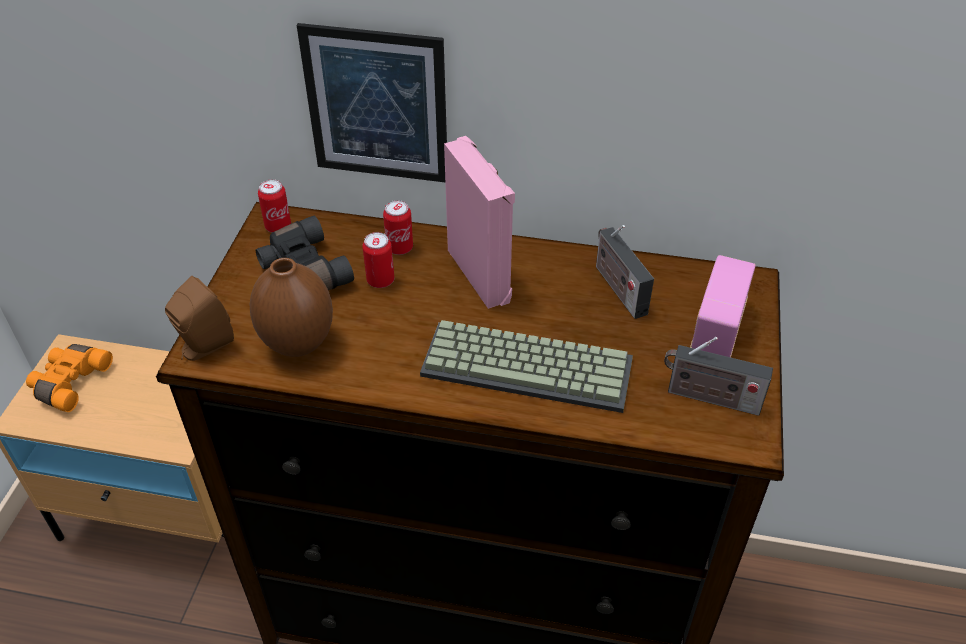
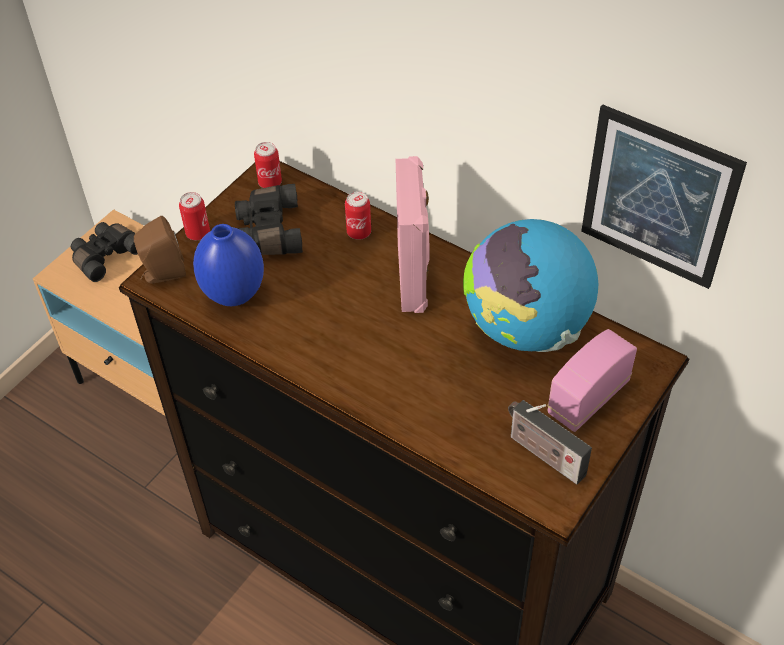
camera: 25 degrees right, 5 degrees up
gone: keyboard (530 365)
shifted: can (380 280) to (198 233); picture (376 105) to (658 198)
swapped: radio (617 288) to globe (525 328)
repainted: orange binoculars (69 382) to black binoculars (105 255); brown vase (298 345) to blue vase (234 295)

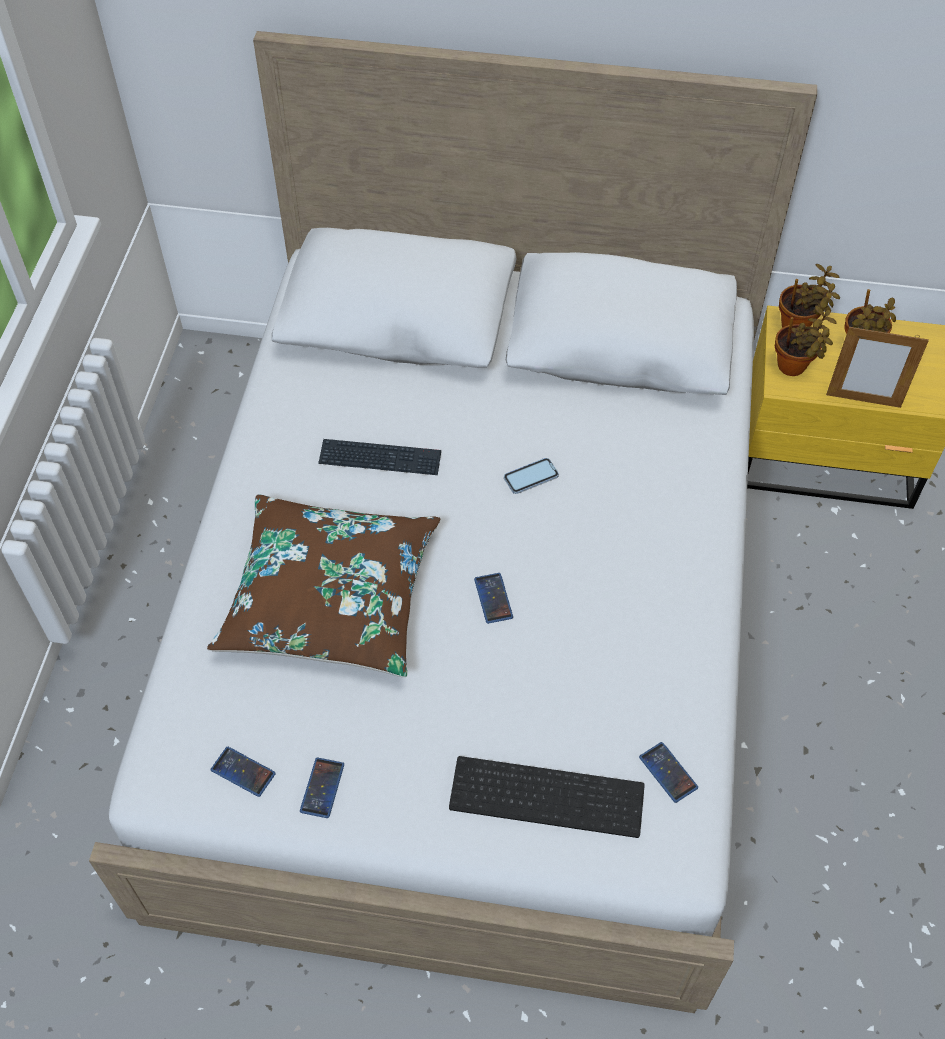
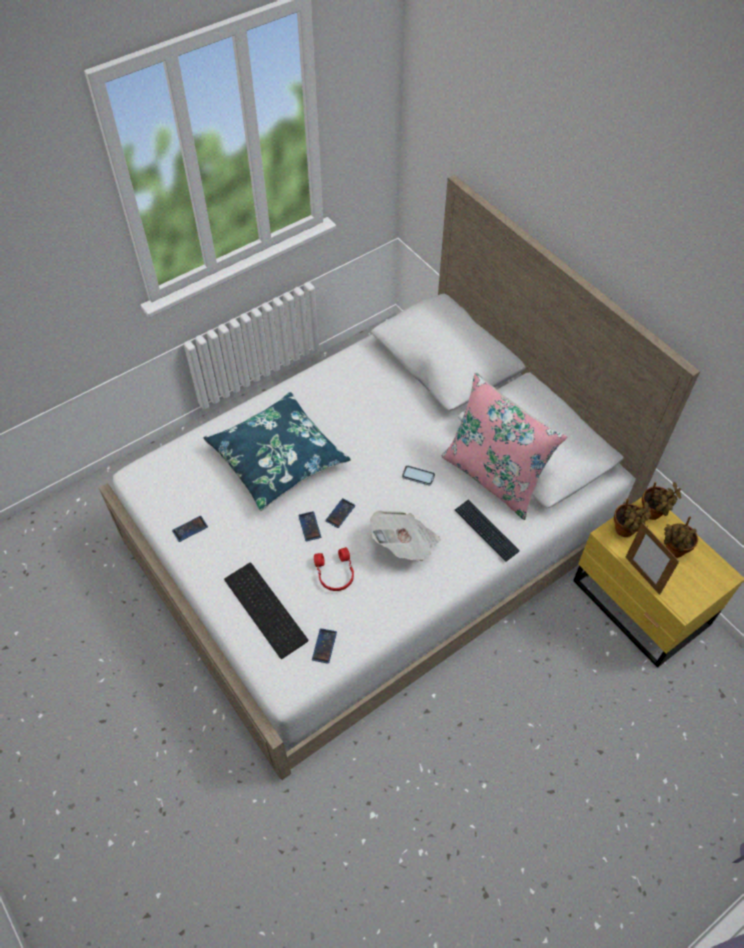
camera: 45 degrees right, 0 degrees up
new: red headphones (334 573); newspaper (405 544); pink pillow (494 476)
shifted: phone (243 772) to (309 526); keyboard (380 459) to (486 531)
repainted: brown pillow (330 597) to blue pillow (277 458)

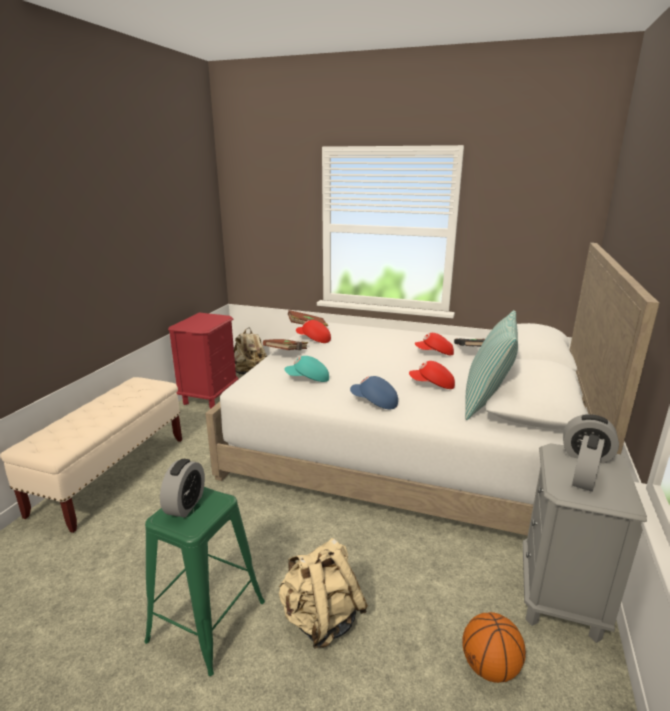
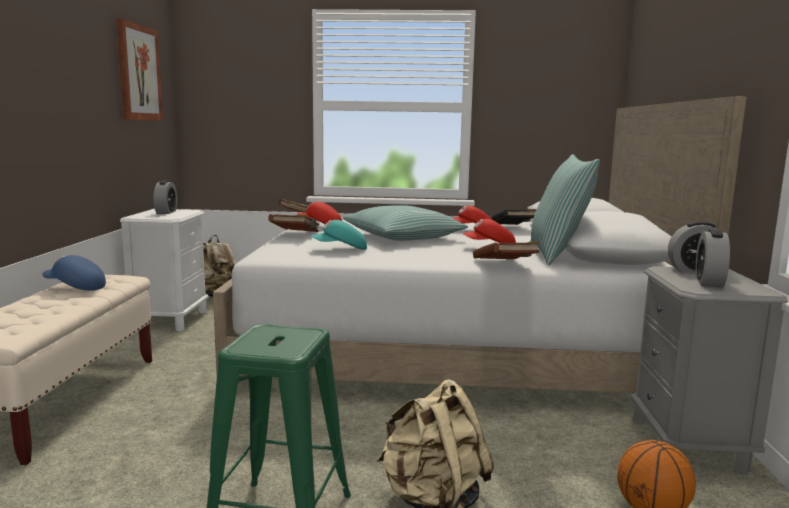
camera: 15 degrees left, 10 degrees down
new: picture (138 73); pillow (402 236); brown book (505 266)
shifted: blue cap (374 402) to (75 287); alarm clock (185 505) to (166 212)
repainted: red nightstand (210 396) to white nightstand (171 319)

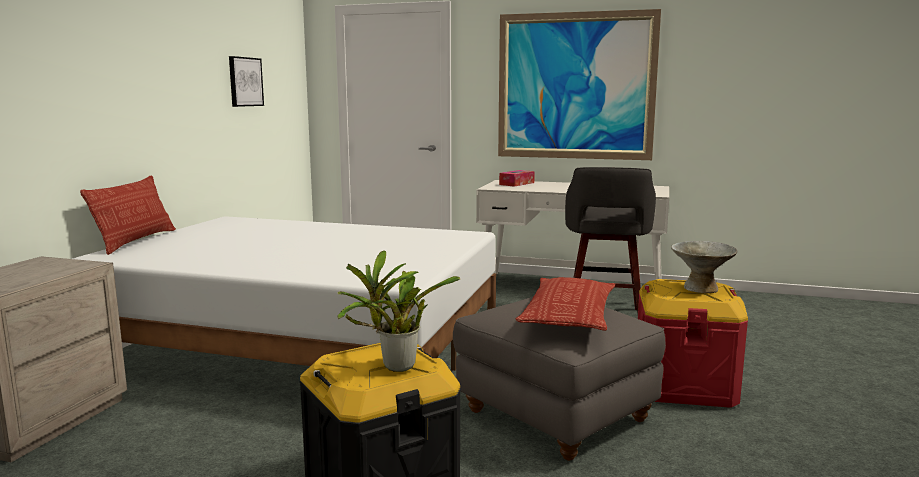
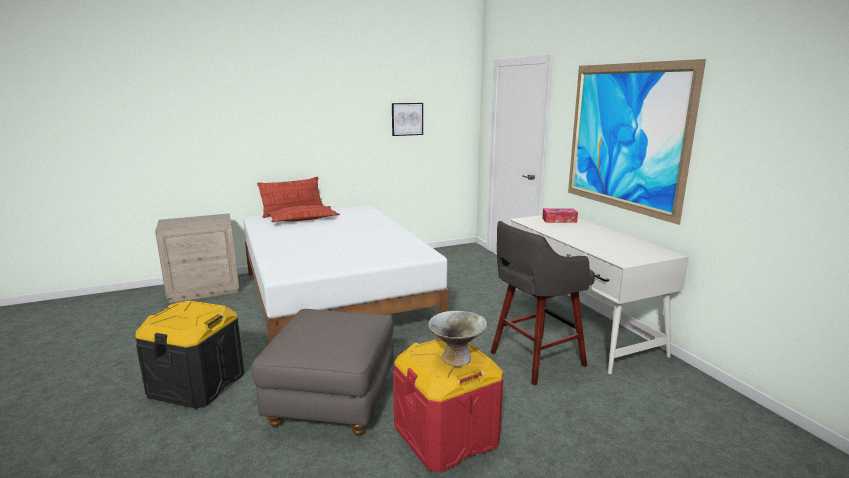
camera: 50 degrees right, 5 degrees up
gone: potted plant (394 368)
shifted: pillow (569 313) to (303 219)

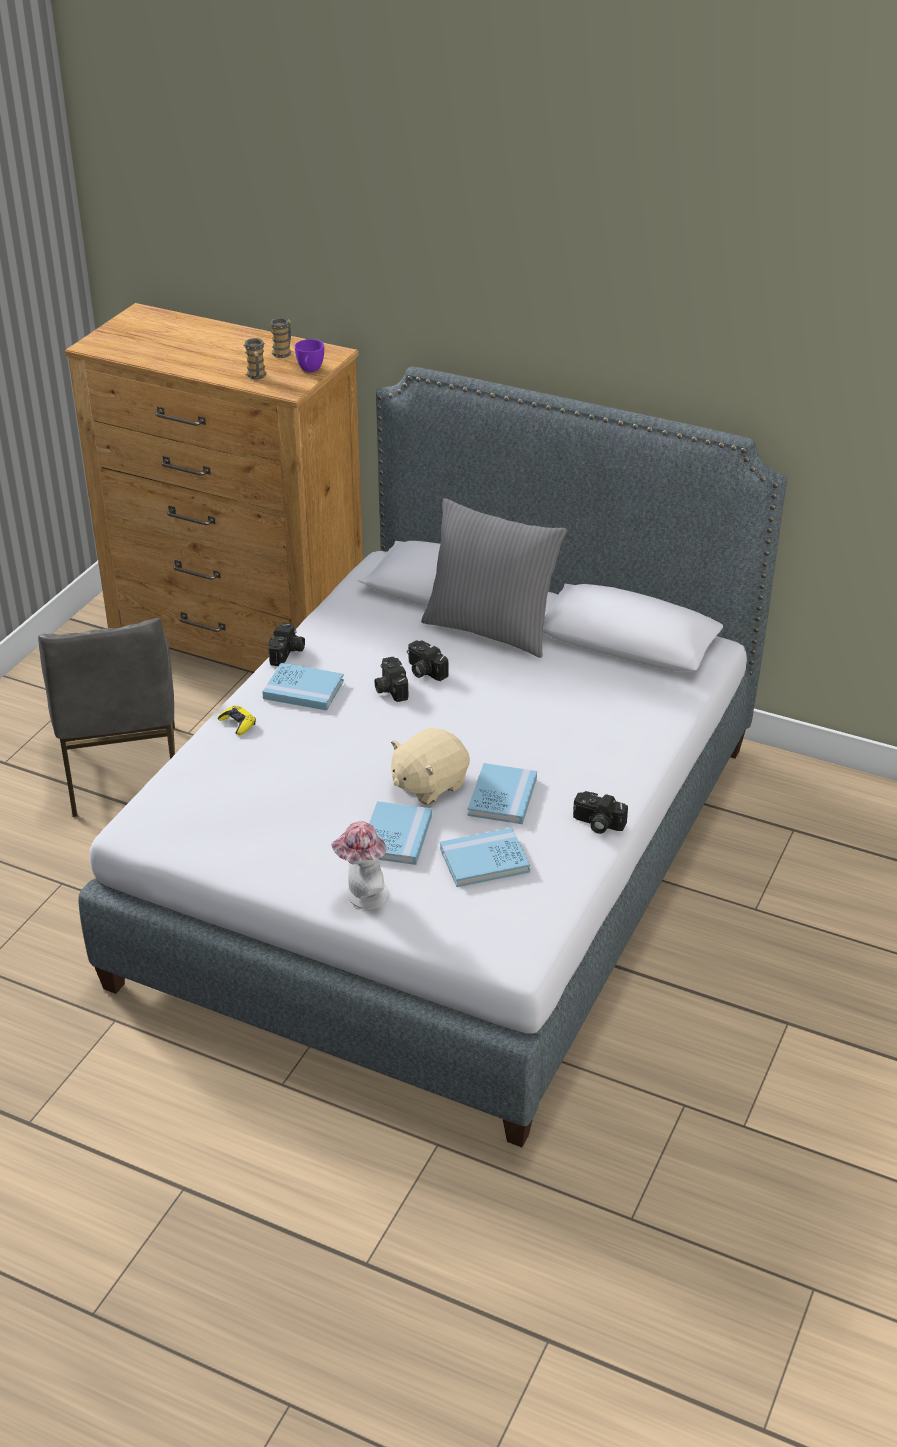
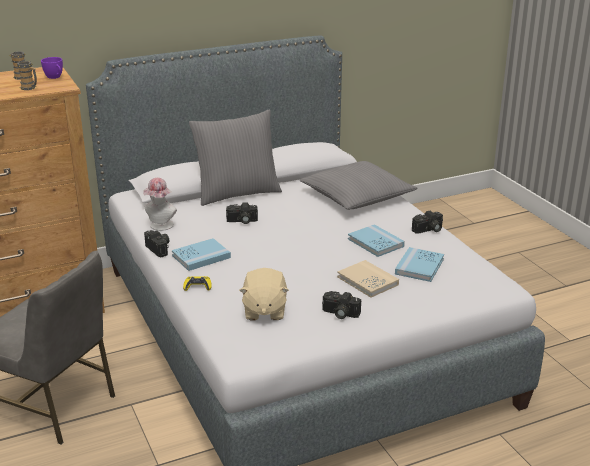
camera: 50 degrees left, 10 degrees down
new: grey pillow (357 196)
shifted: hat (362 896) to (160 226); beige plush toy (428 784) to (264 311); photo camera (389 688) to (339 314)
repainted: blue book (396 836) to beige book (367 281)

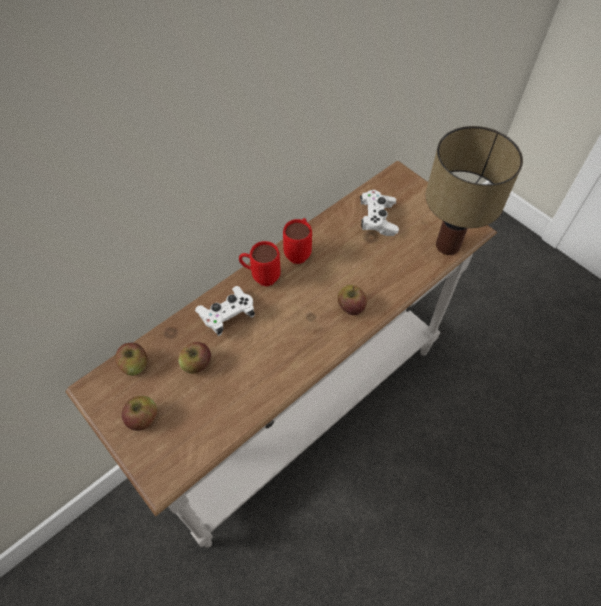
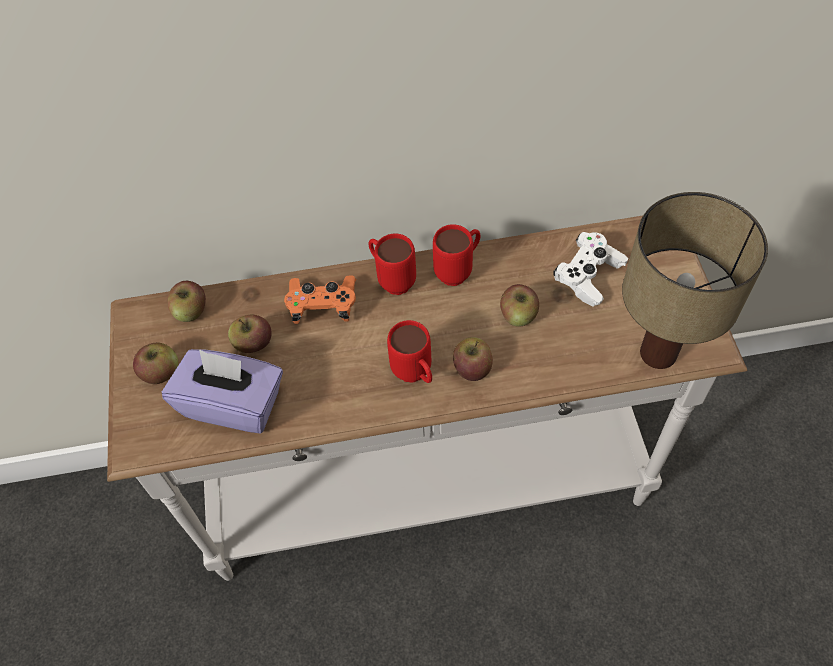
camera: 35 degrees right, 0 degrees up
new: purple tissue box (233 404); red mug (415 376); apple (518 315)
repainted: white game controller (227 315) to orange game controller (323 306)

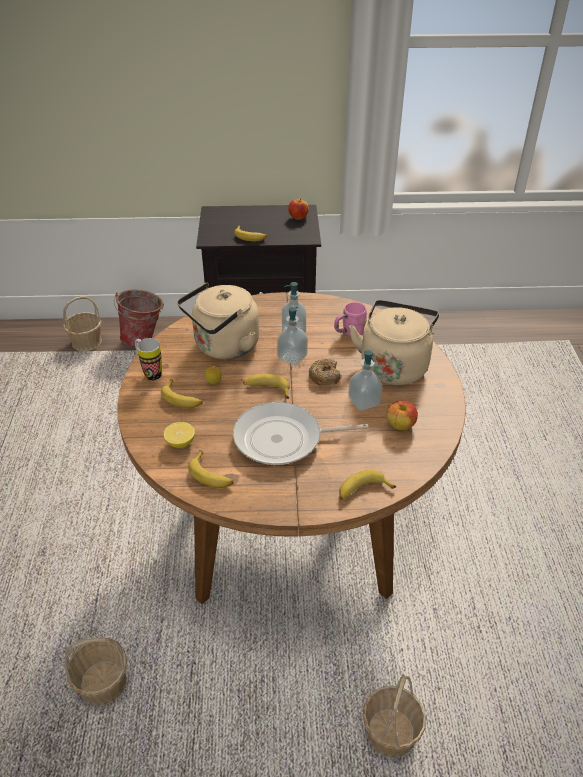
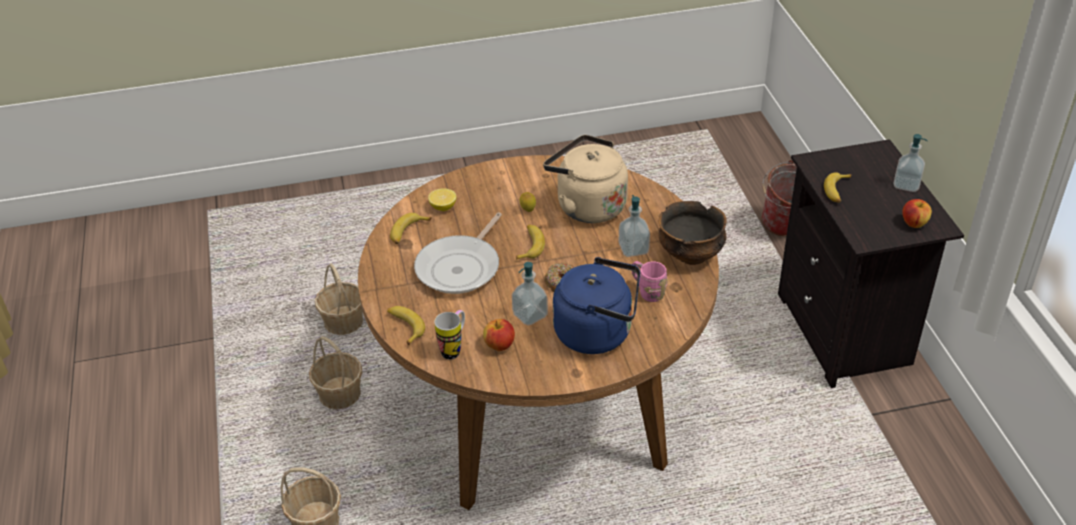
camera: 80 degrees right, 0 degrees up
gone: banana (182 399)
new: bowl (691 254)
shifted: basket (86 342) to (340 394); mug (149 373) to (454 349); soap dispenser (292 357) to (906 184)
repainted: beige kettle (394 365) to blue kettle (598 332)
rotated: frying pan (283 439) = (461 267) 135 degrees counterclockwise

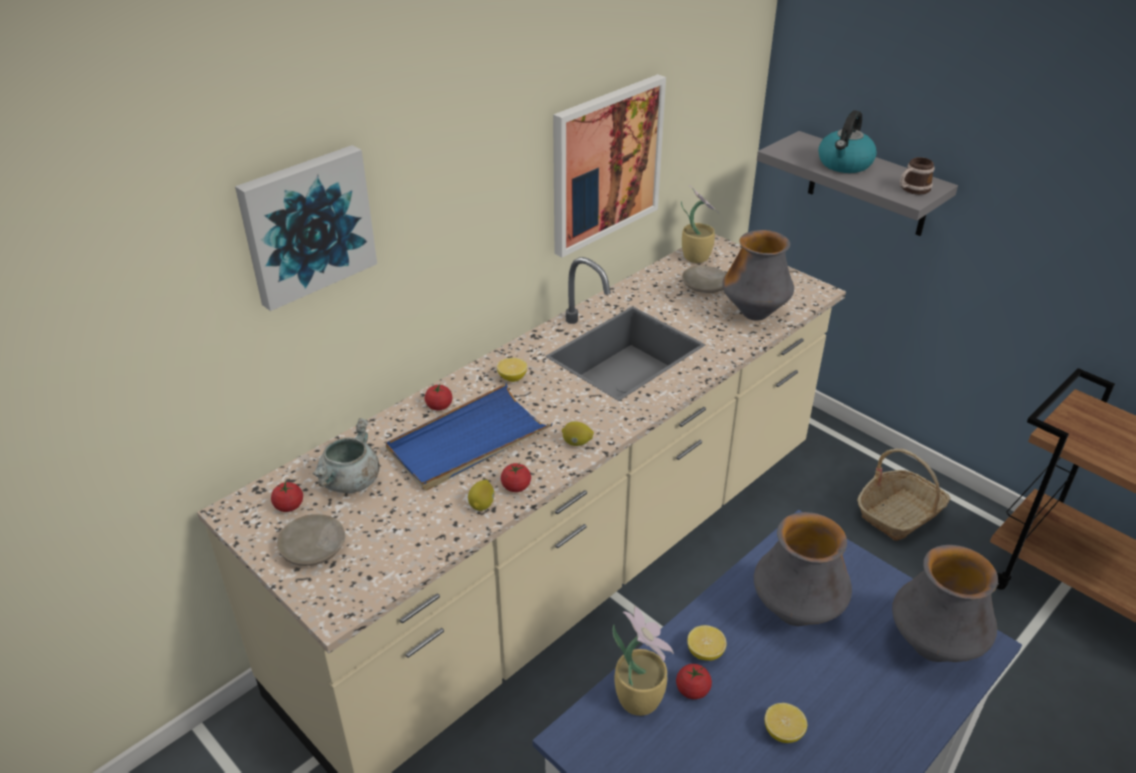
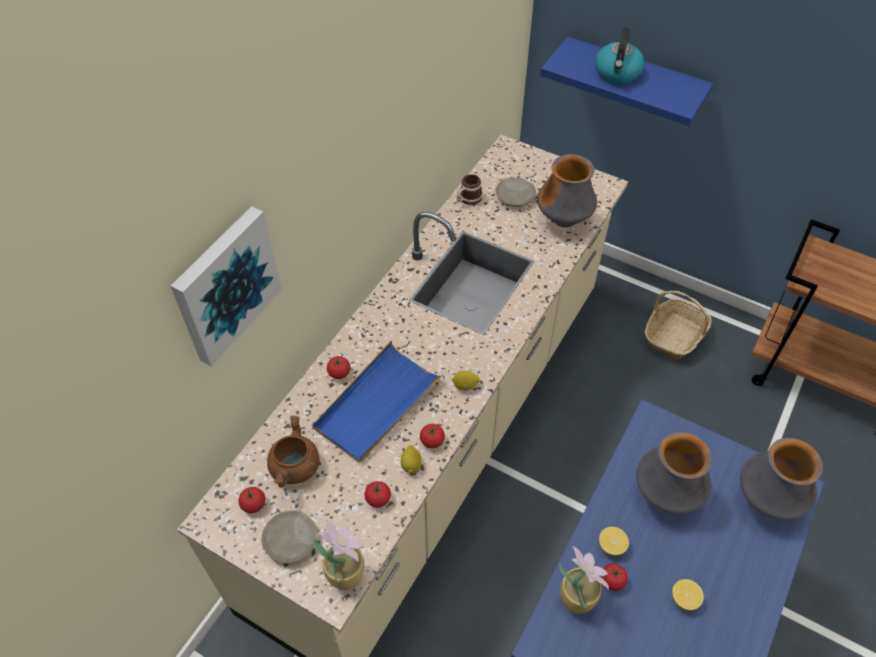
camera: 15 degrees left, 15 degrees up
gone: lemon (512 378); picture (605 164)
new: tomato (378 499)
shifted: potted plant (696 256) to (345 573); mug (912 189) to (468 199)
repainted: grey cooking pot (350 482) to brown cooking pot (295 468); grey shelf (868 185) to blue shelf (633 81)

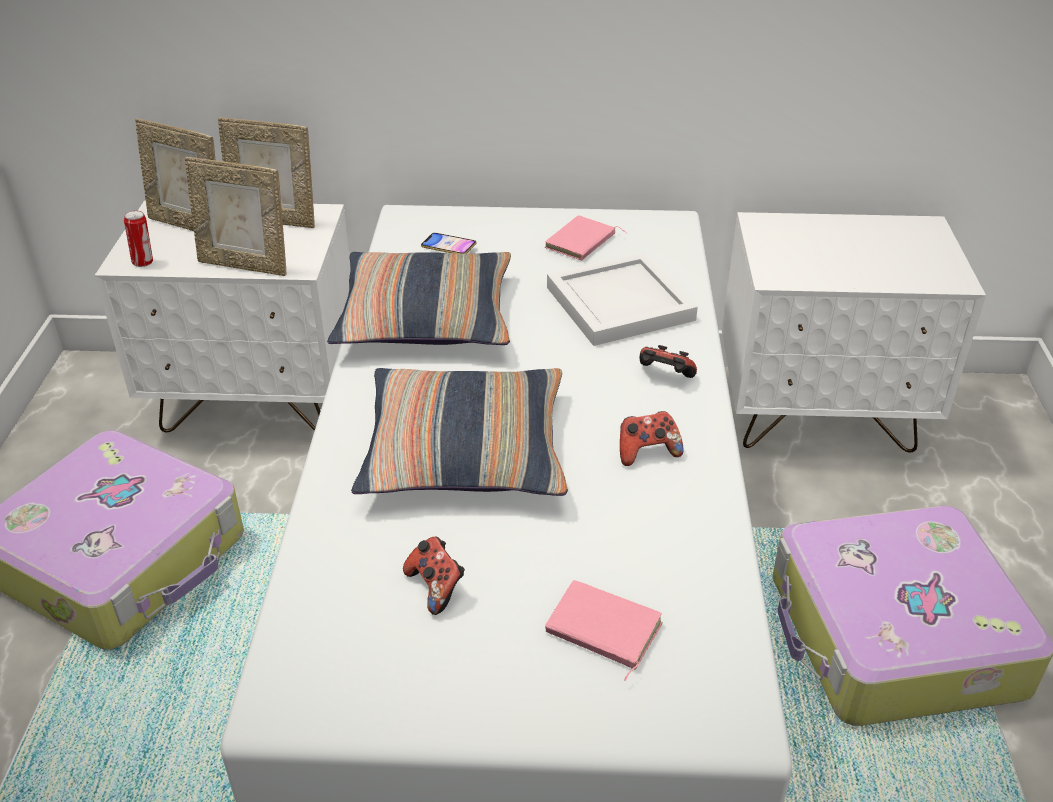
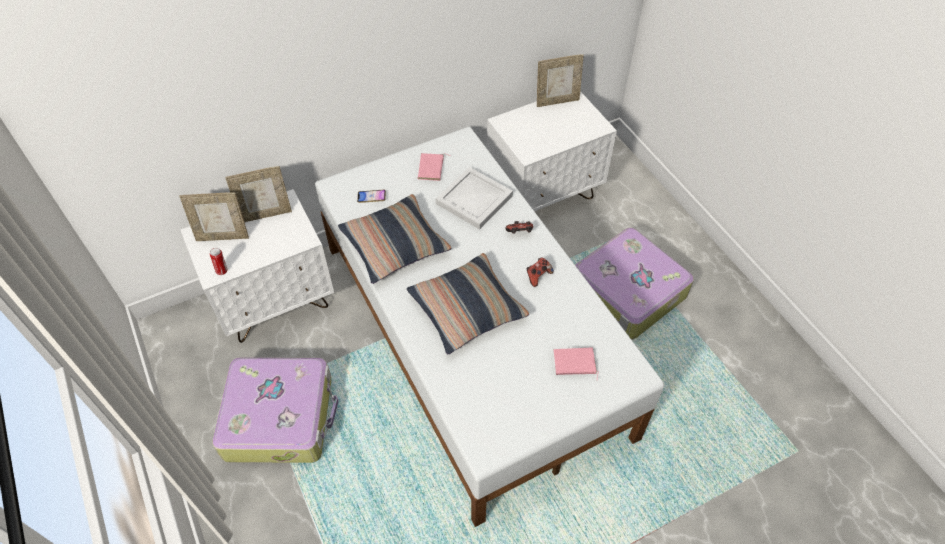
camera: 30 degrees left, 15 degrees up
gone: game controller (436 587)
shifted: picture frame (245 265) to (557 101)

